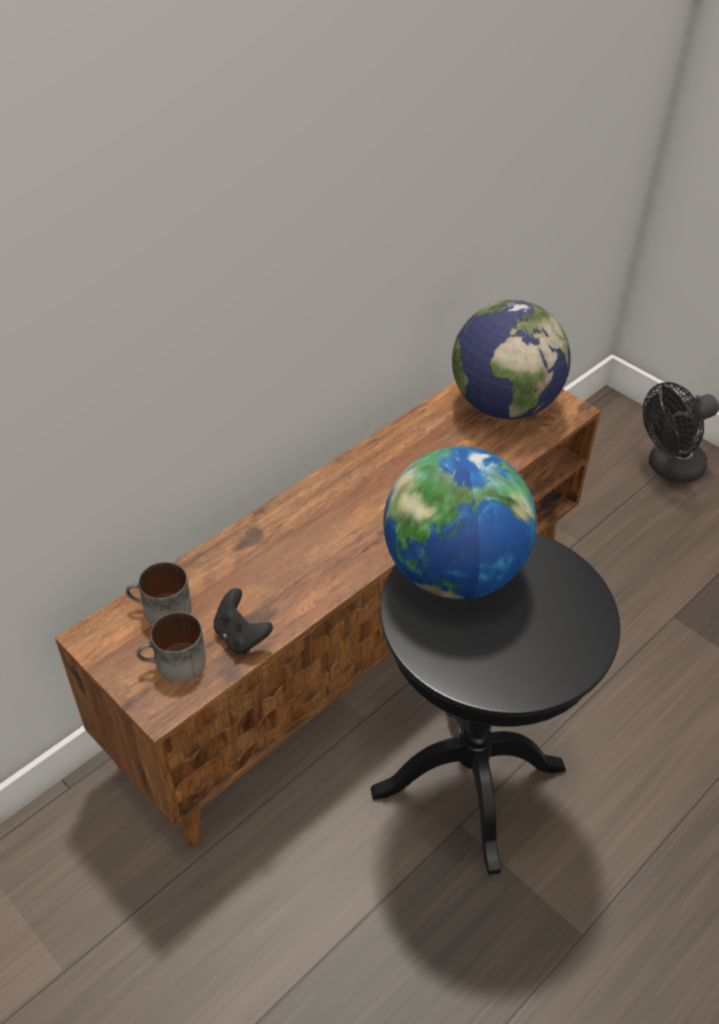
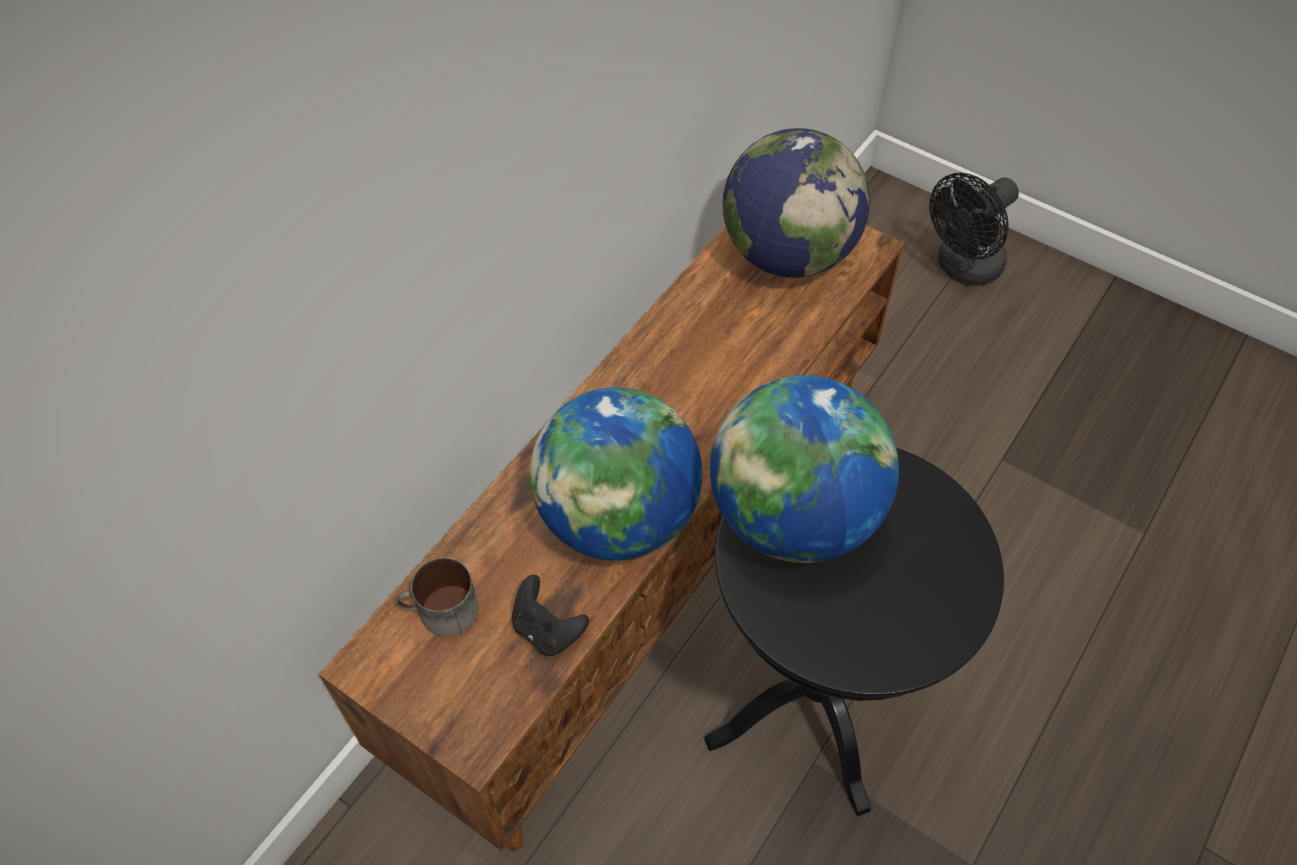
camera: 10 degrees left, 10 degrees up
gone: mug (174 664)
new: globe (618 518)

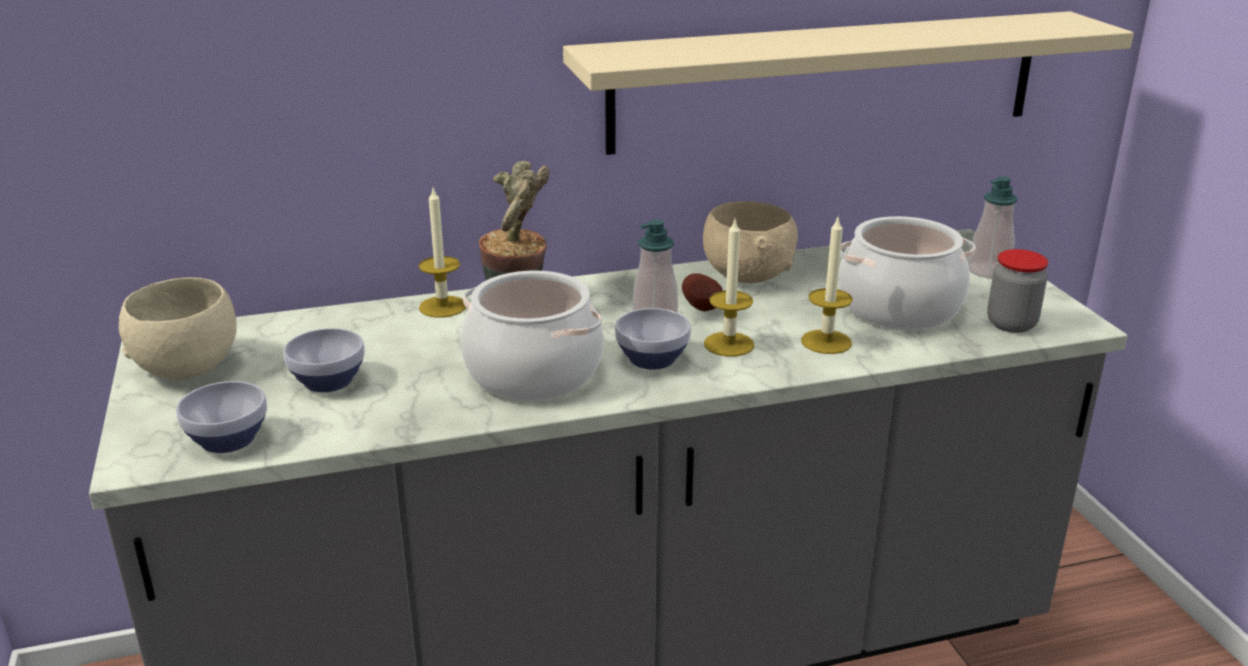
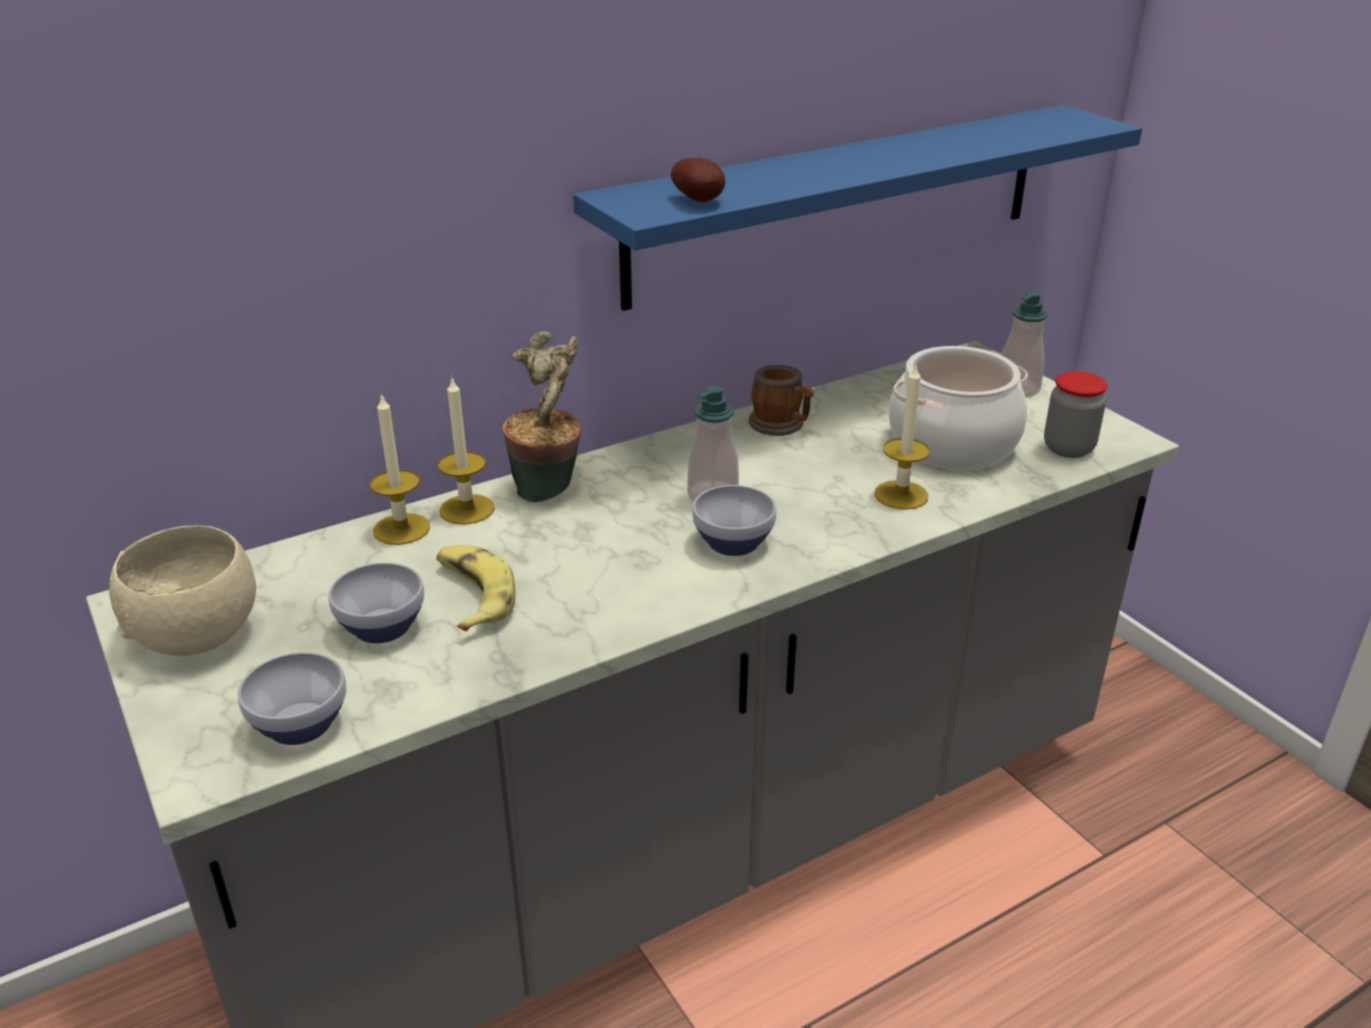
camera: 15 degrees left, 5 degrees up
gone: cooking pot (532 373)
new: banana (473 596)
shifted: candle (729 344) to (401 529); potato (703 309) to (700 201)
swapped: beige bowl (747 275) to mug (781 425)
repainted: beige shelf (827 81) to blue shelf (840 203)

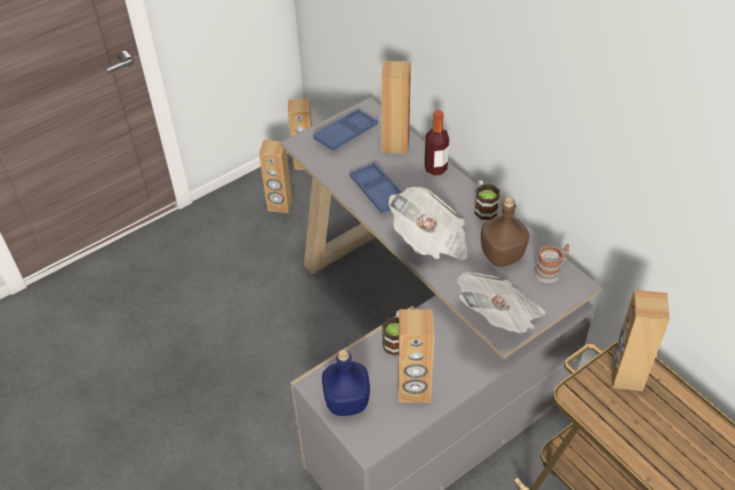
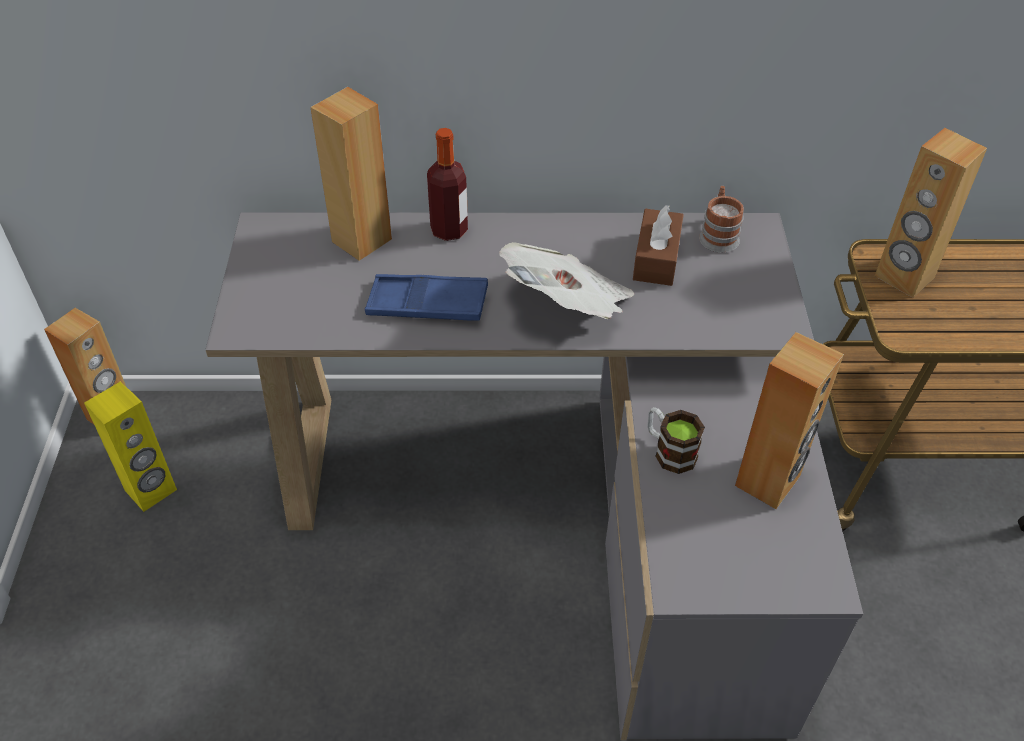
camera: 55 degrees left, 0 degrees up
gone: blue tray (346 134); blue bottle (346 401); newspaper (499 316); mug (483 207)
swapped: brown bottle (502 255) to brown tissue box (656 258)
repainted: brown speaker (280 205) to yellow speaker (151 490)

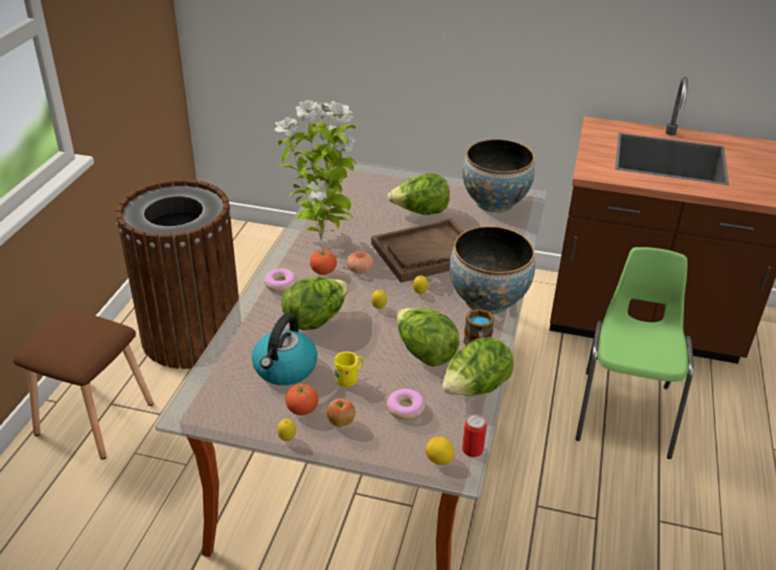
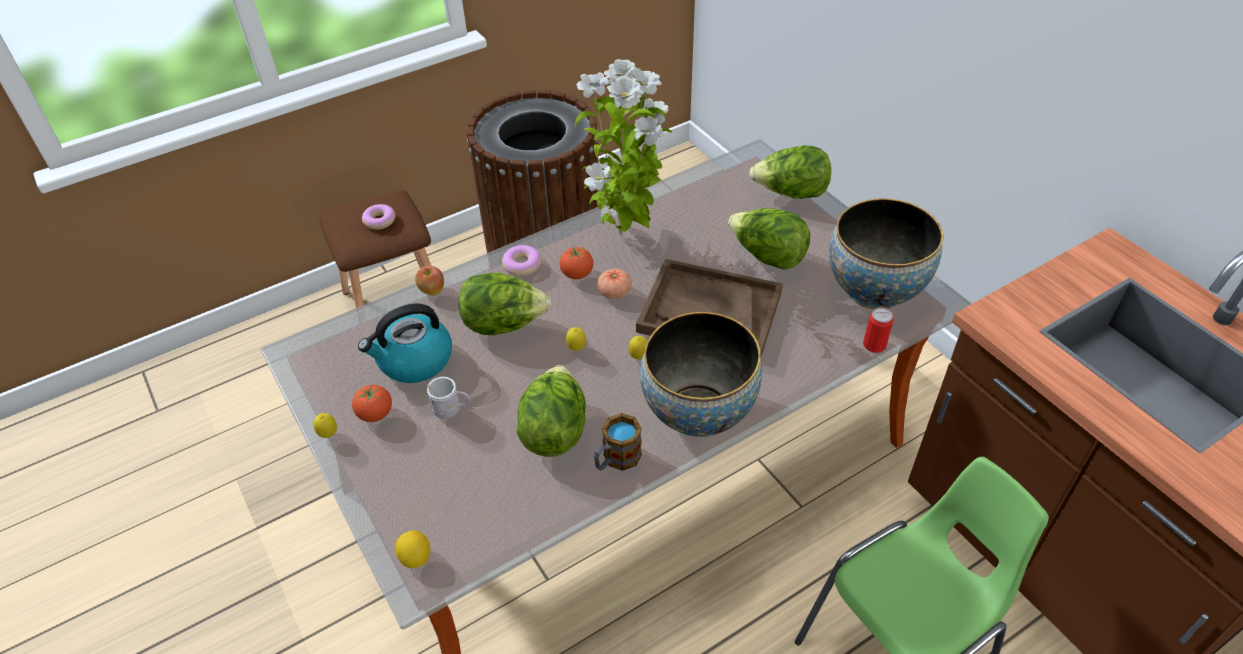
camera: 45 degrees right, 10 degrees up
shifted: donut (405 408) to (379 221); apple (341 423) to (432 291); lettuce (475 389) to (790 194); can (472 449) to (874 345)
repainted: yellow mug (349 379) to white mug (451 410)

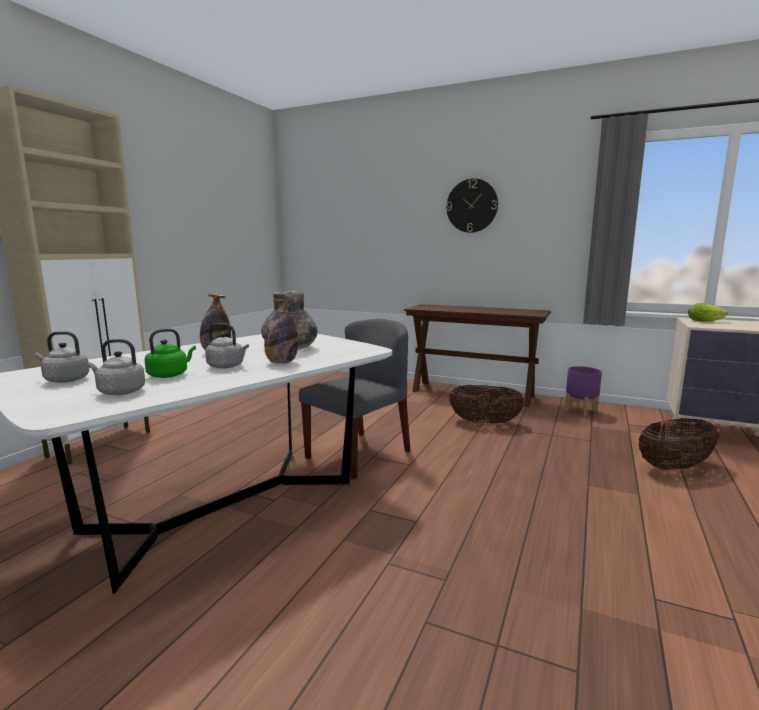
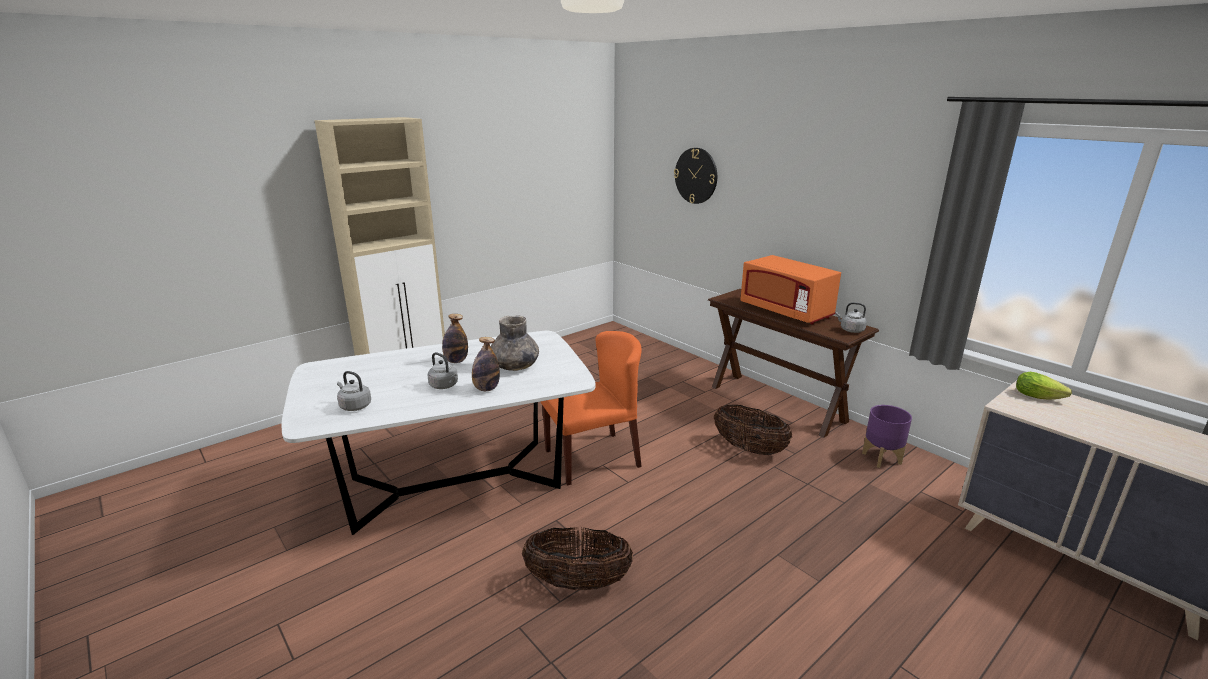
camera: 25 degrees right, 10 degrees up
gone: green kettle (170 375)
new: orange microwave (786 311)
shifted: basket (674 467) to (578 582); wall clock (472 206) to (696 175); grey kettle (65 380) to (850 330)
repainted: grey chair (358 454) to orange chair (593 458)

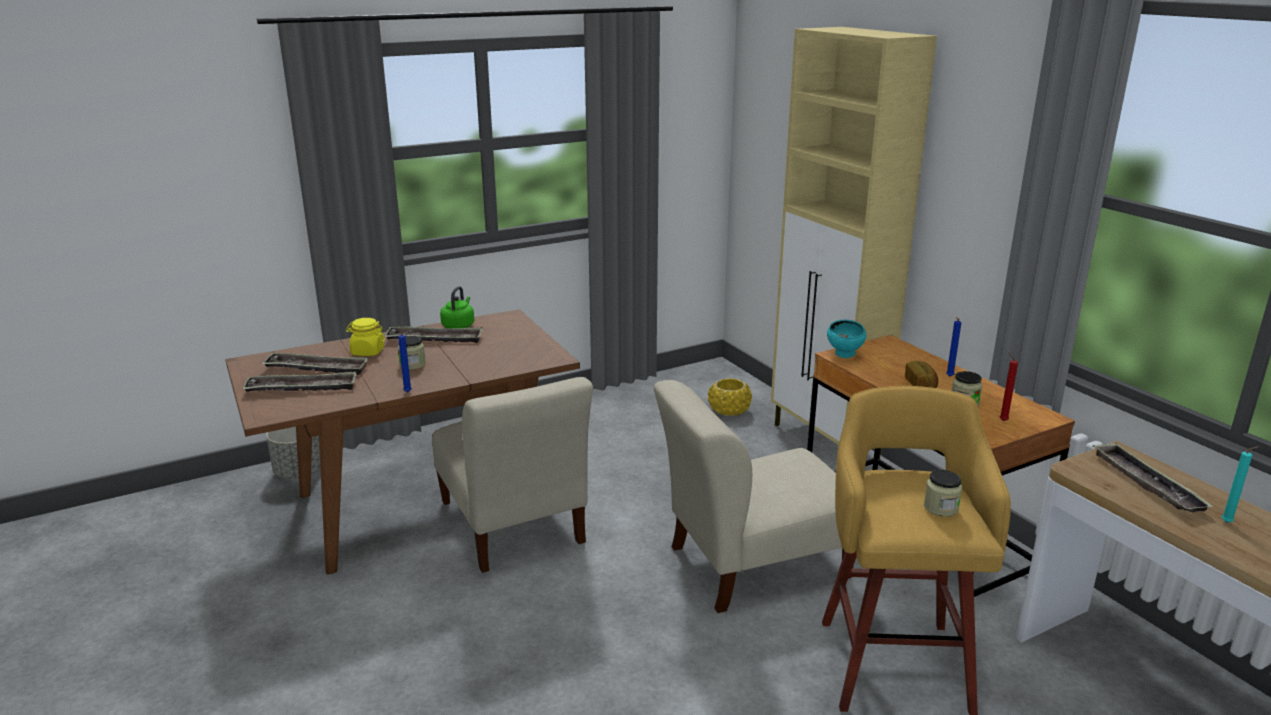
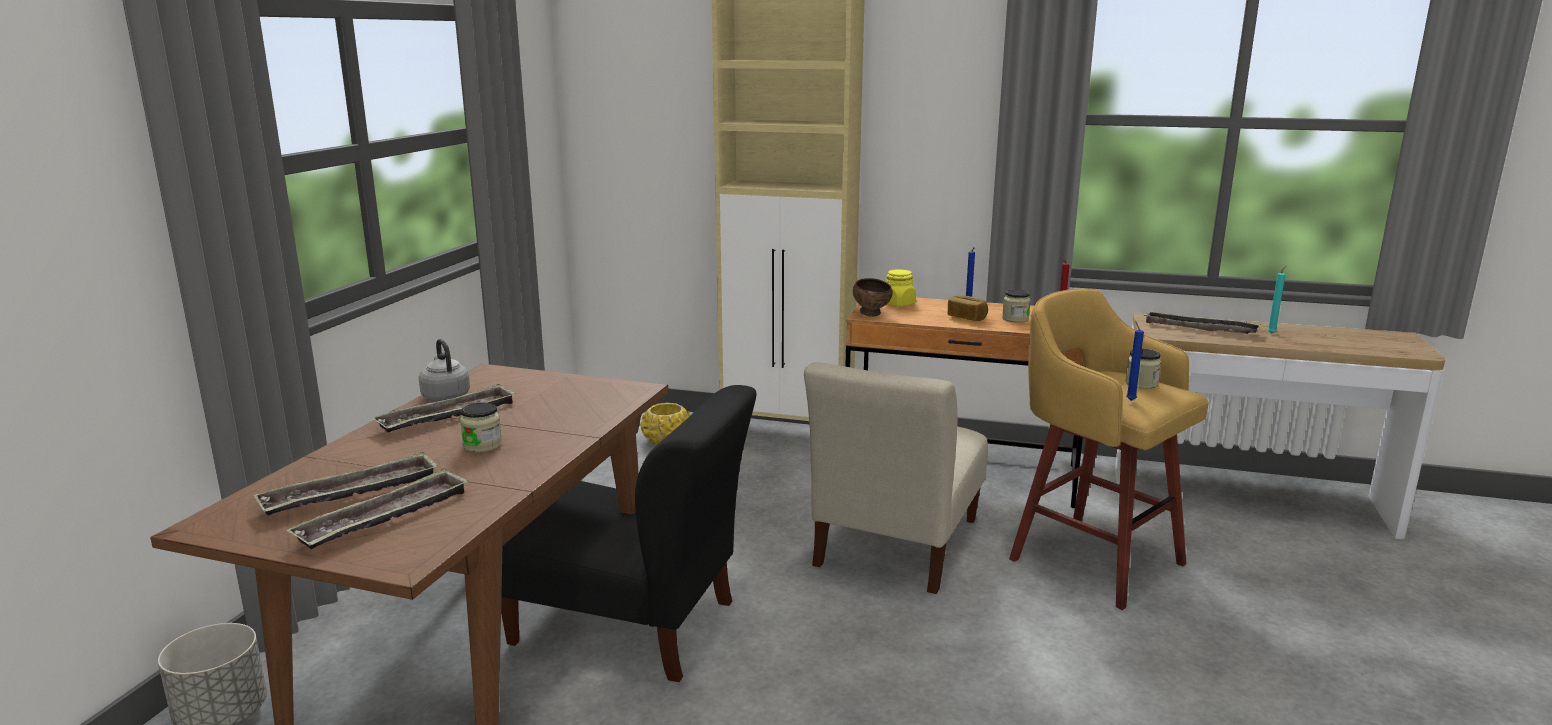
camera: 45 degrees left, 5 degrees down
shifted: yellow jar (367 352) to (898 304); blue candle (409 391) to (1130 400)
repainted: green kettle (459 325) to grey kettle (445 396); beige chair (512 526) to black chair (632 626); turquoise bowl (845 355) to brown bowl (872 314)

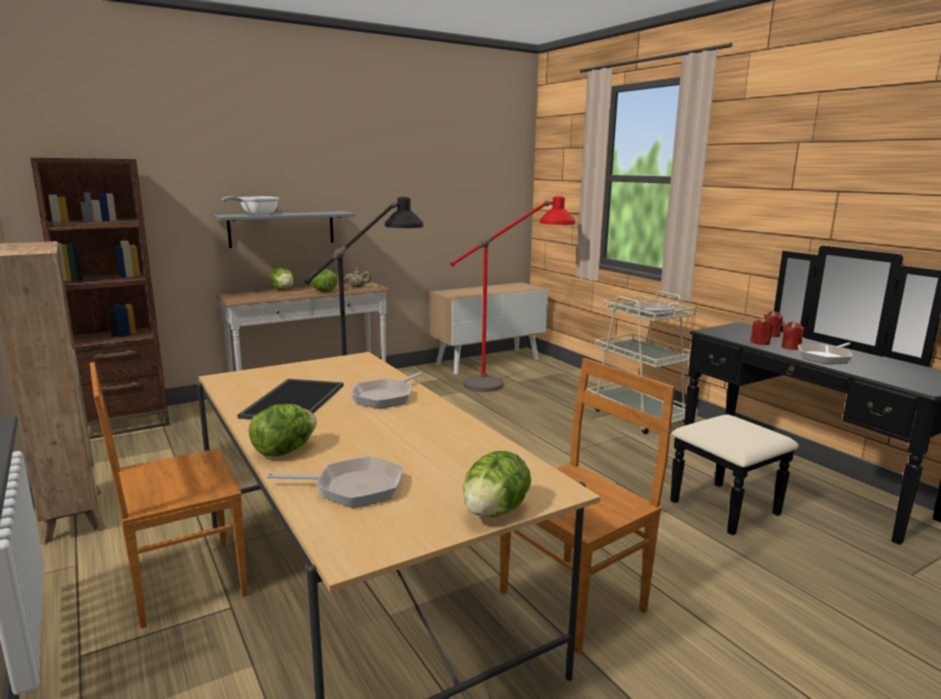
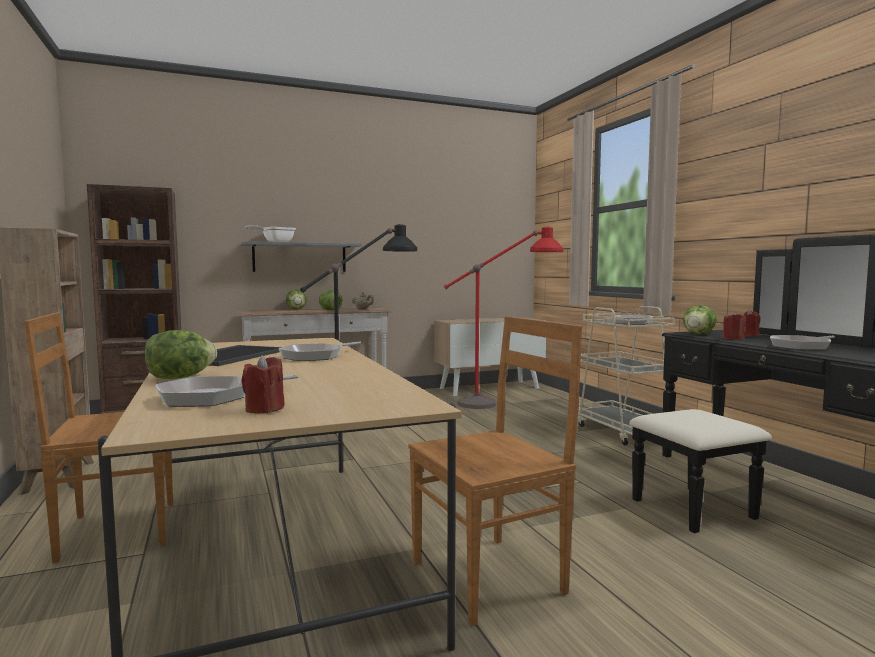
camera: 10 degrees right, 10 degrees down
shifted: red candle (790 347) to (264 409); lettuce (494 511) to (698 334)
rotated: frying pan (353 488) = (212 397) 135 degrees clockwise

